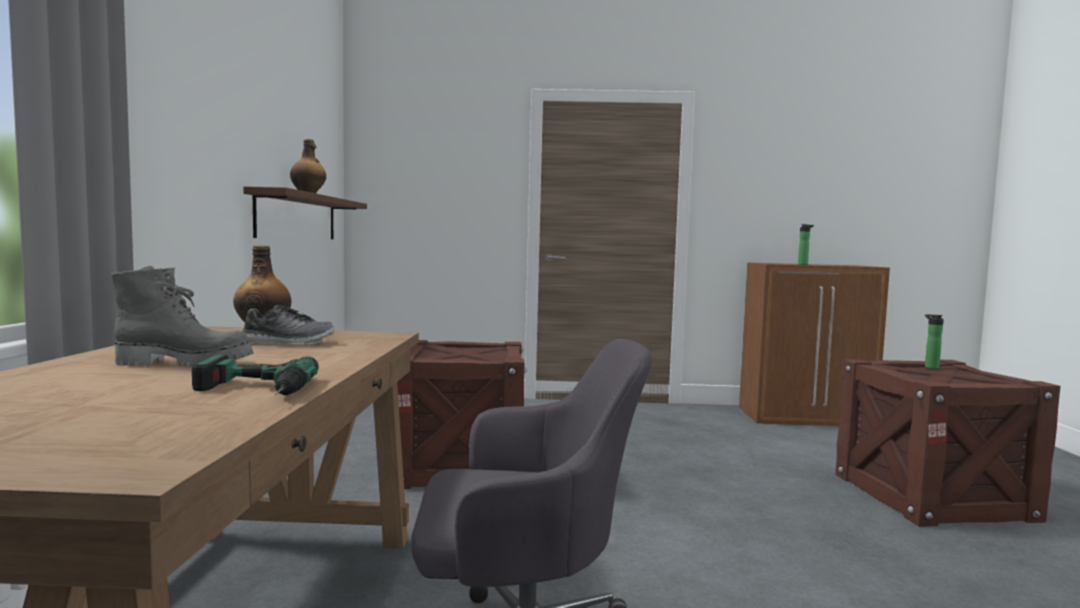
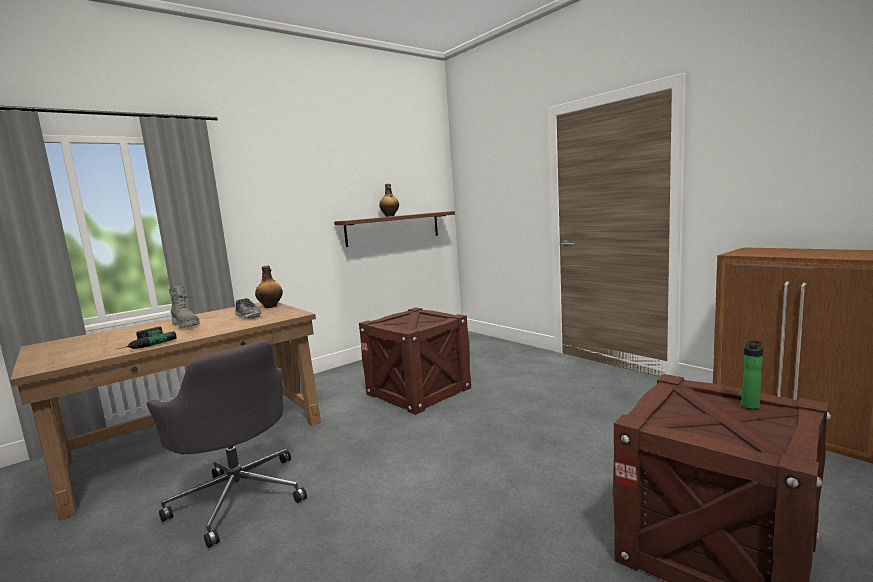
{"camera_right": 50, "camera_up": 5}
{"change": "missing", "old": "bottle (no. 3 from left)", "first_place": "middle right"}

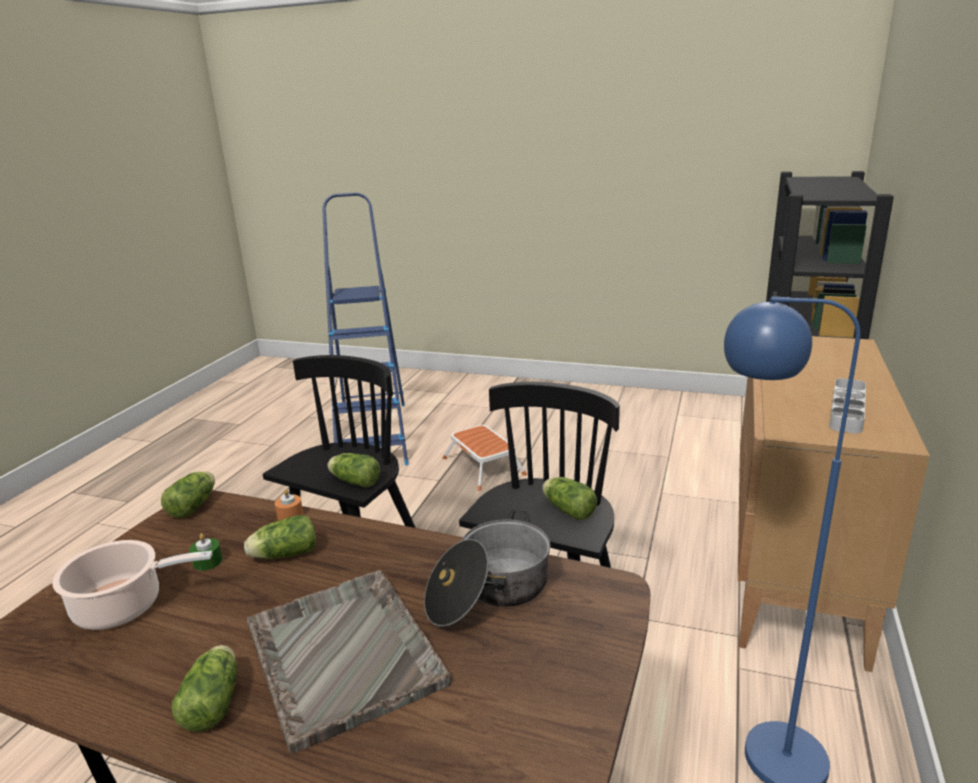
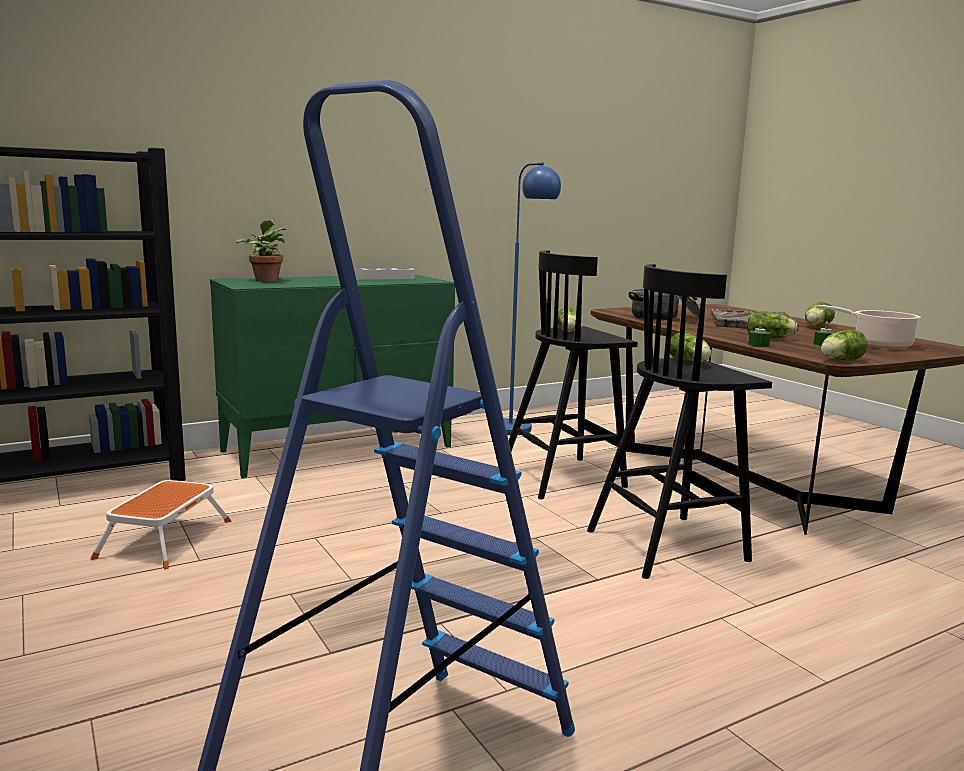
{"camera_right": -140, "camera_up": -10}
{"change": "relocated", "old": "orange step ladder", "first_place": "centre", "second_place": "bottom left"}
{"change": "colour", "old": "brown cabinet", "new": "green cabinet", "first_place": "middle right", "second_place": "centre"}
{"change": "appeared", "new": "potted plant", "second_place": "top left"}
{"change": "colour", "old": "orange candle", "new": "green candle (no. 1 from left)", "first_place": "middle left", "second_place": "middle right"}

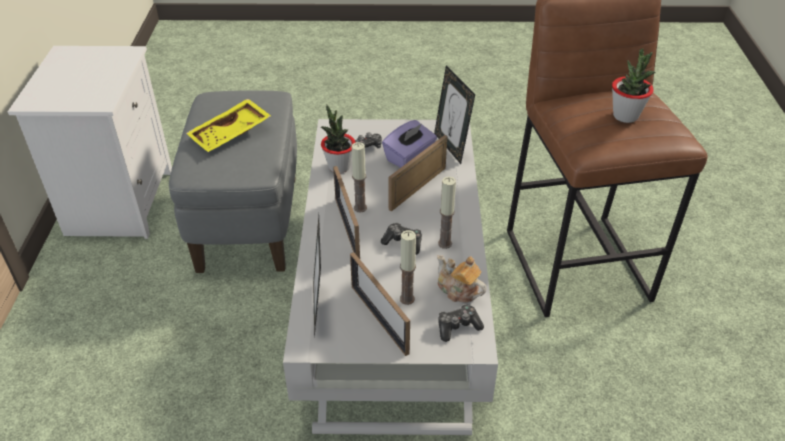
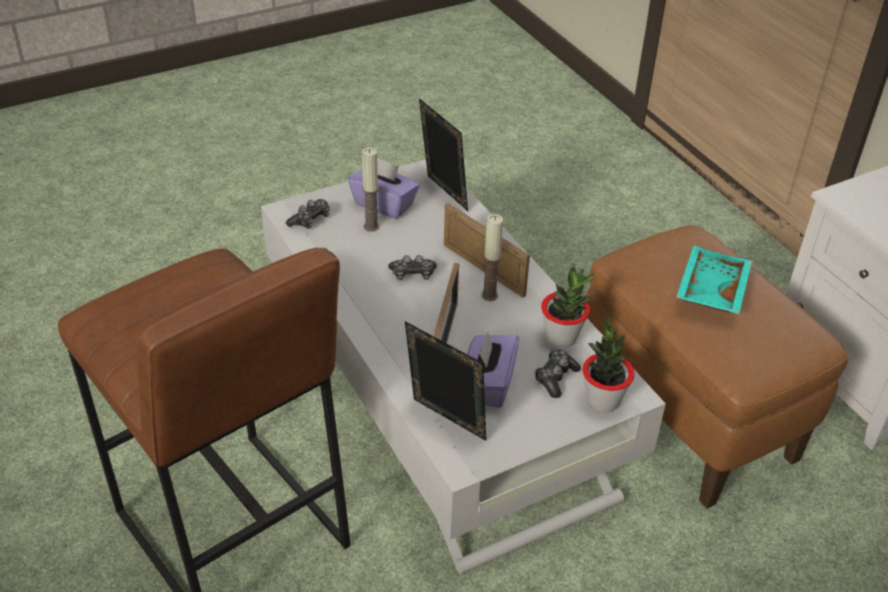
{"camera_right": 150, "camera_up": 0}
{"change": "exchanged", "old": "picture frame (no. 3 from left)", "new": "purple tissue box (no. 1 from left)", "first_place": "bottom centre", "second_place": "top centre"}
{"change": "relocated", "old": "potted plant (no. 2 from left)", "first_place": "top right", "second_place": "middle right"}
{"change": "colour", "old": "grey ottoman", "new": "brown ottoman", "first_place": "middle left", "second_place": "middle right"}
{"change": "colour", "old": "yellow tray", "new": "turquoise tray", "first_place": "top left", "second_place": "middle right"}
{"change": "missing", "old": "teapot", "first_place": "centre"}
{"change": "missing", "old": "candle (no. 3 from left)", "first_place": "centre"}

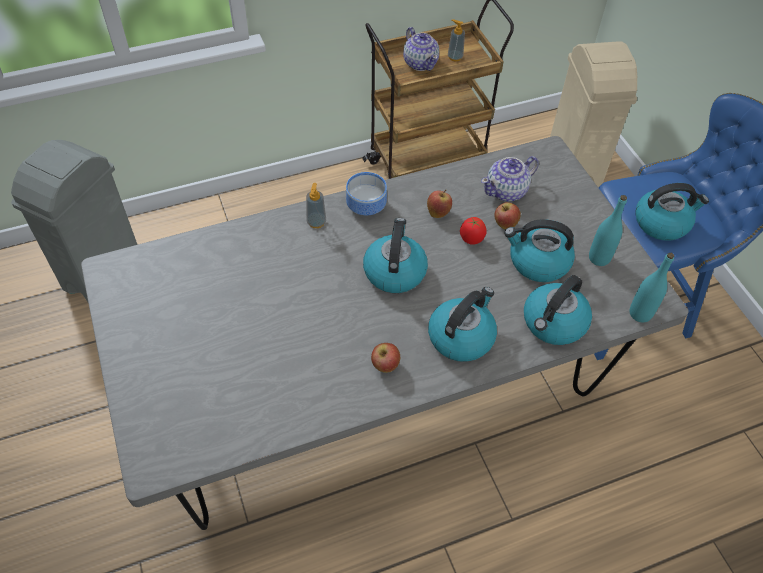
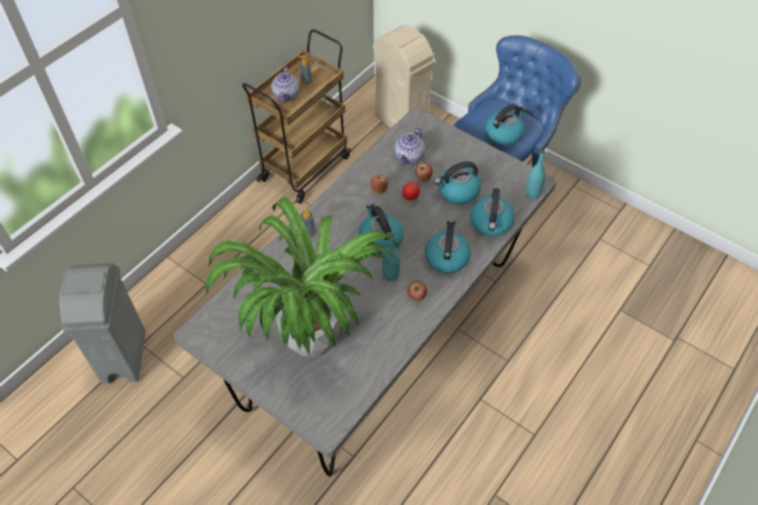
{"camera_right": -30, "camera_up": 0}
{"change": "appeared", "new": "potted plant", "second_place": "centre"}
{"change": "spun", "old": "teapot (no. 1 from left)", "first_place": "top centre", "second_place": "top centre", "degrees": 60}
{"change": "relocated", "old": "turquoise bottle (no. 1 from left)", "first_place": "middle right", "second_place": "centre"}
{"change": "missing", "old": "bowl", "first_place": "centre"}

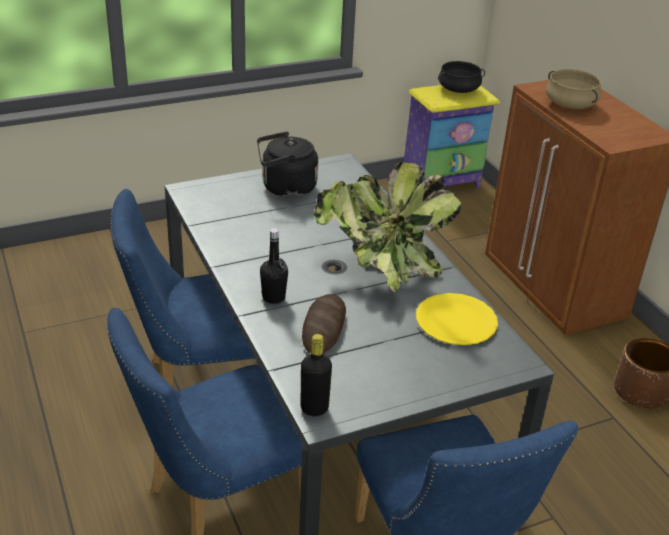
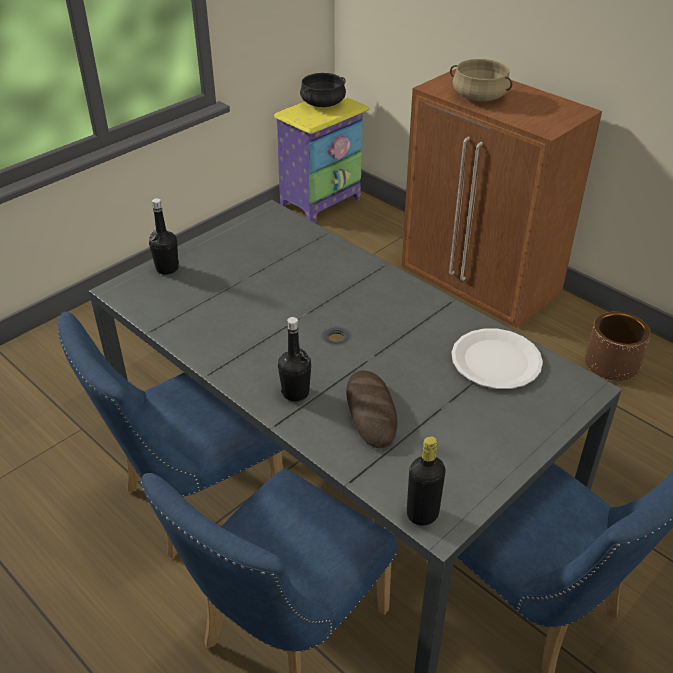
{"camera_right": -20, "camera_up": 5}
{"change": "appeared", "new": "black bottle (no. 1 from left)", "second_place": "middle left"}
{"change": "colour", "old": "yellow plate", "new": "white plate", "first_place": "middle right", "second_place": "middle right"}
{"change": "missing", "old": "black kettle", "first_place": "top centre"}
{"change": "missing", "old": "potted plant", "first_place": "centre"}

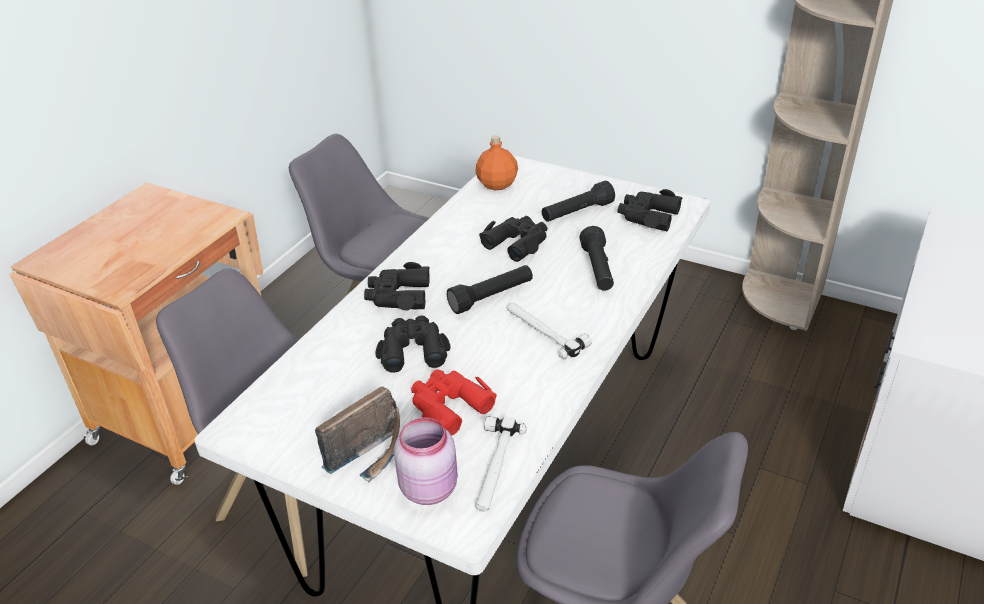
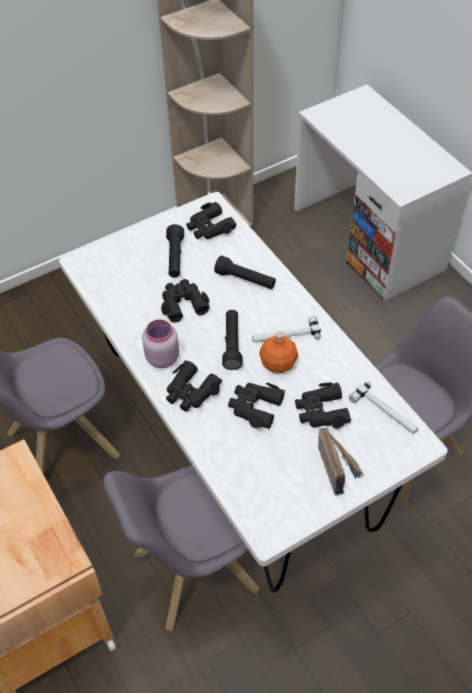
{"camera_right": -60, "camera_up": 15}
{"change": "relocated", "old": "pink jar", "first_place": "bottom centre", "second_place": "centre"}
{"change": "relocated", "old": "orange bottle", "first_place": "top centre", "second_place": "centre"}
{"change": "colour", "old": "red binoculars", "new": "black binoculars (no. 5 from left)", "first_place": "centre", "second_place": "middle right"}

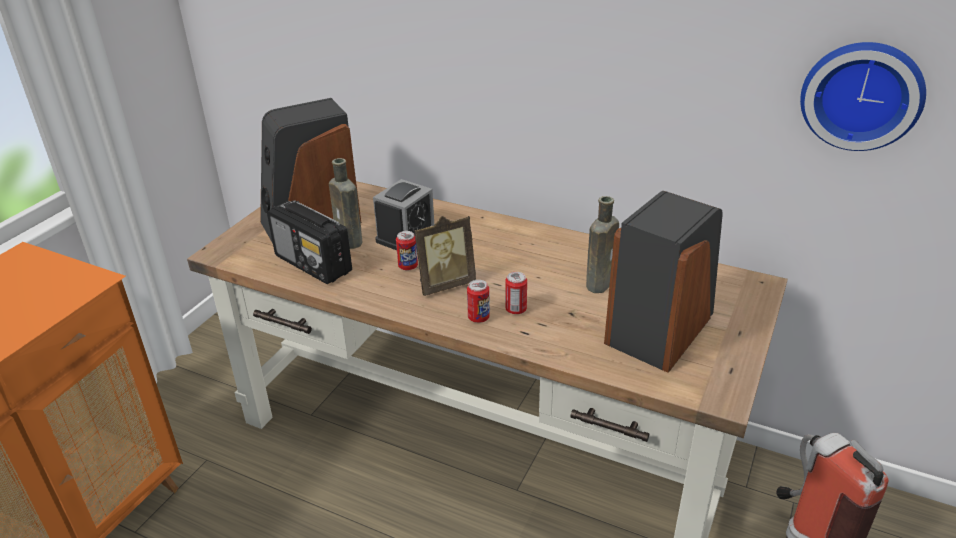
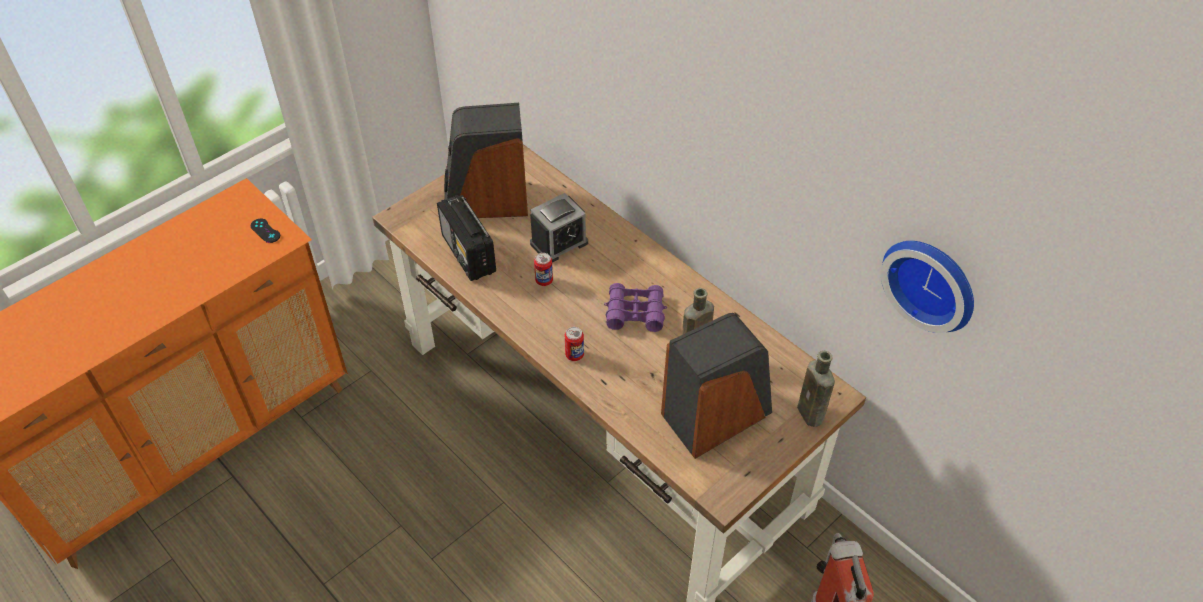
{"camera_right": 20, "camera_up": 15}
{"change": "appeared", "new": "black game controller", "second_place": "middle left"}
{"change": "appeared", "new": "purple binoculars", "second_place": "centre"}
{"change": "relocated", "old": "brown bottle (no. 1 from left in the first image)", "new": "brown bottle (no. 2 from left)", "first_place": "centre", "second_place": "middle right"}
{"change": "missing", "old": "picture frame", "first_place": "centre"}
{"change": "missing", "old": "can (no. 3 from left)", "first_place": "centre"}

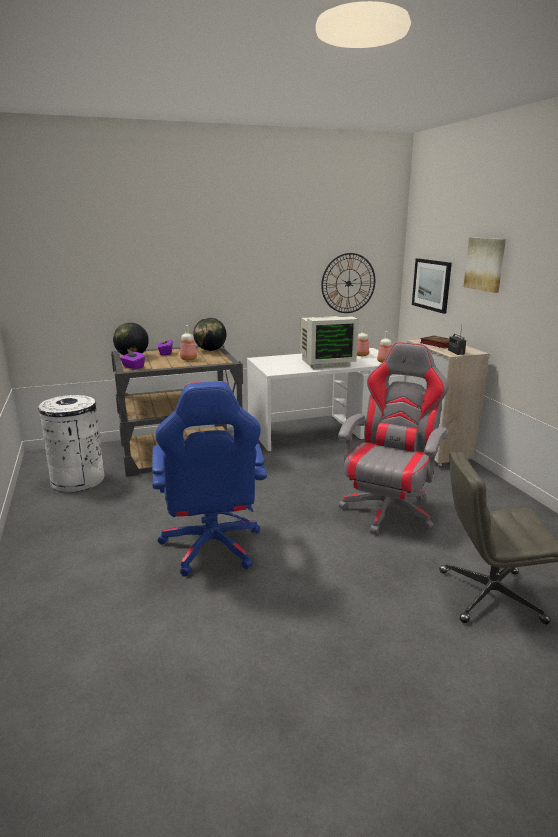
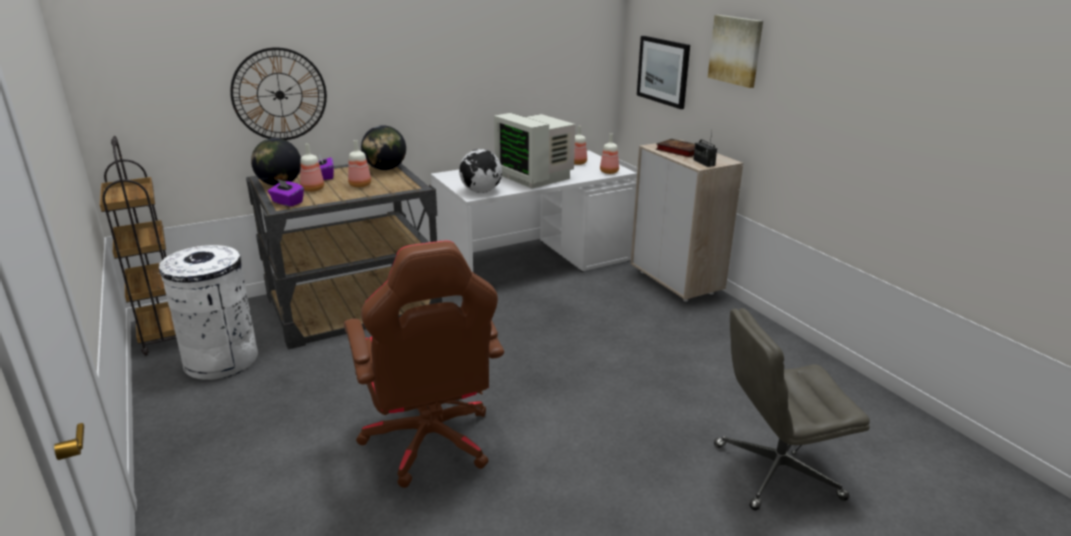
{"camera_right": -10, "camera_up": 5}
{"change": "appeared", "new": "brown cart", "second_place": "middle left"}
{"change": "relocated", "old": "wall clock", "first_place": "centre", "second_place": "top left"}
{"change": "appeared", "new": "bottle (no. 1 from left)", "second_place": "top left"}
{"change": "colour", "old": "blue office chair", "new": "brown office chair", "first_place": "centre", "second_place": "bottom centre"}
{"change": "appeared", "new": "globe (no. 3 from left)", "second_place": "top centre"}
{"change": "spun", "old": "monitor", "first_place": "centre", "second_place": "top centre", "degrees": 75}
{"change": "missing", "old": "grey office chair (no. 1 from left)", "first_place": "middle right"}

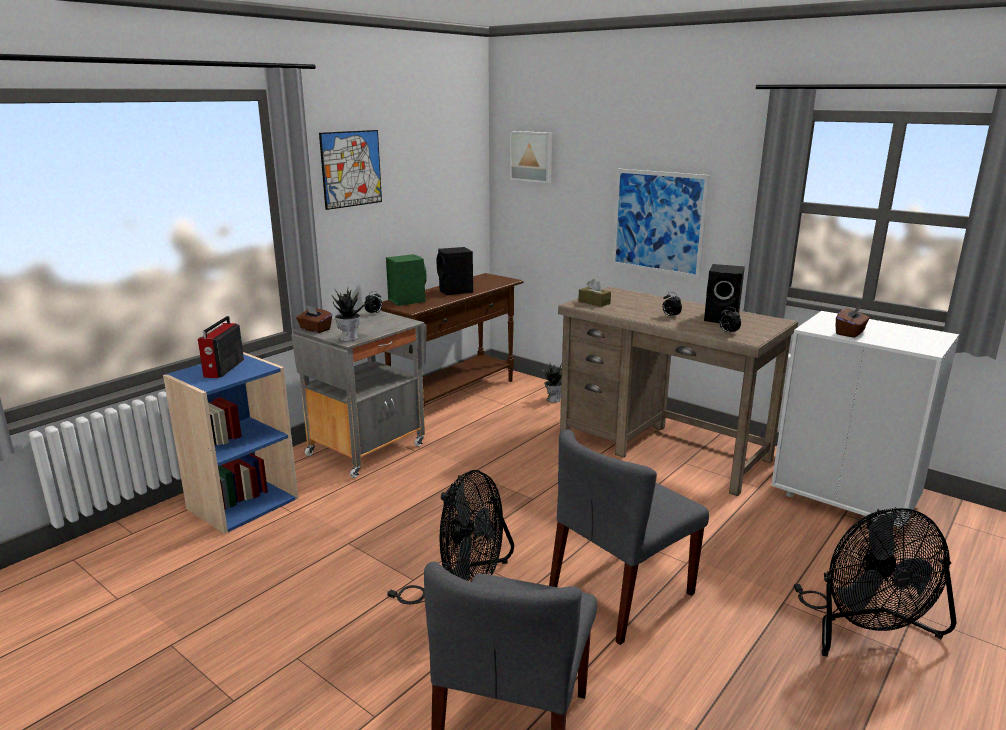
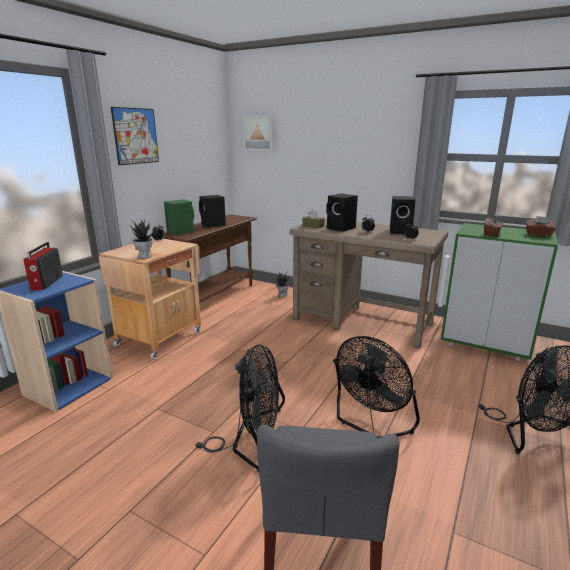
{"camera_right": -10, "camera_up": 0}
{"change": "colour", "old": "grey cart", "new": "brown cart", "first_place": "centre", "second_place": "middle left"}
{"change": "appeared", "new": "black speaker (no. 2 from left)", "second_place": "centre"}
{"change": "exchanged", "old": "grey chair (no. 2 from left)", "new": "black fan (no. 2 from left)", "first_place": "bottom centre", "second_place": "bottom centre"}
{"change": "colour", "old": "white cabinet", "new": "green cabinet", "first_place": "middle right", "second_place": "middle right"}
{"change": "relocated", "old": "brown tissue box (no. 1 from left in the first image)", "new": "brown tissue box (no. 3 from left)", "first_place": "middle left", "second_place": "middle right"}
{"change": "missing", "old": "picture (no. 3 from left)", "first_place": "top centre"}

